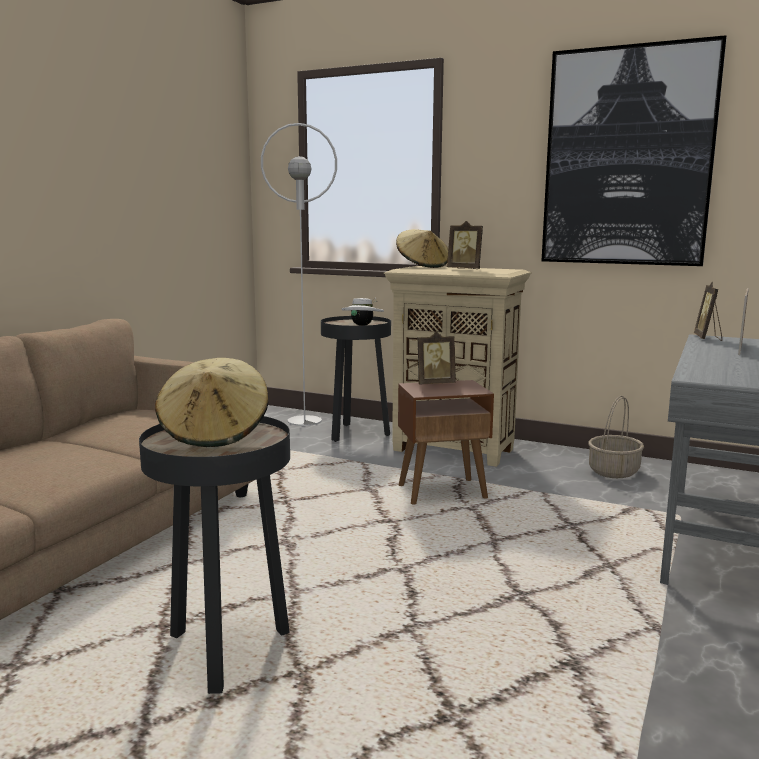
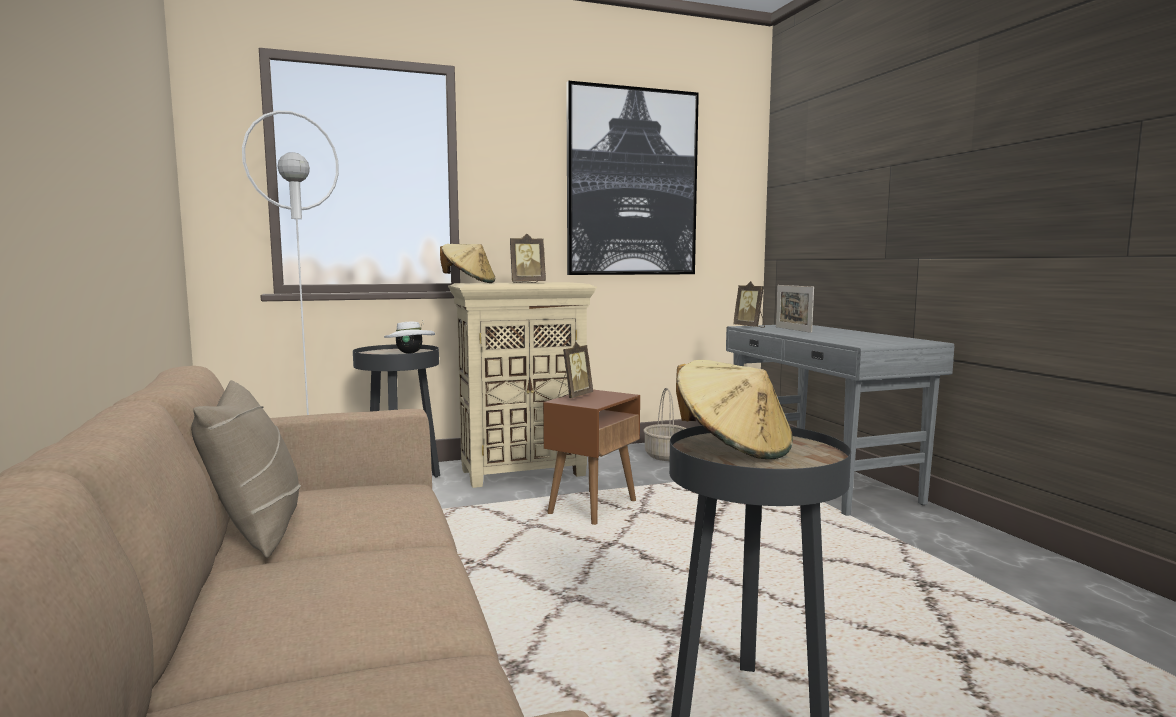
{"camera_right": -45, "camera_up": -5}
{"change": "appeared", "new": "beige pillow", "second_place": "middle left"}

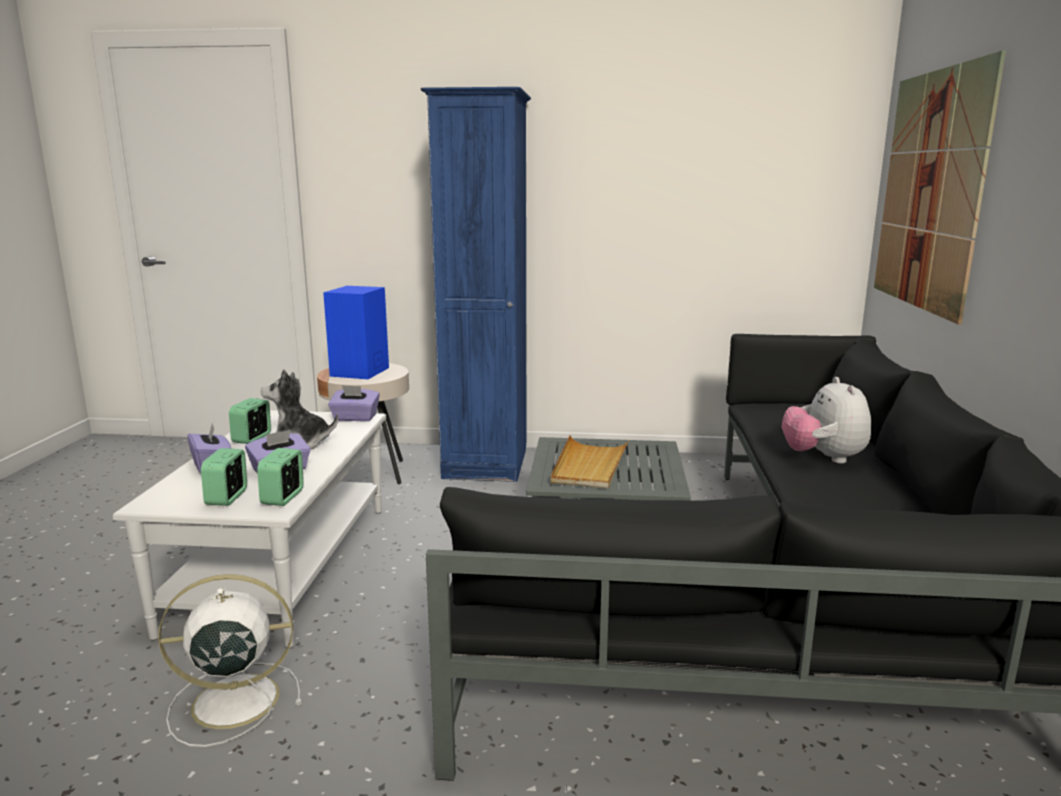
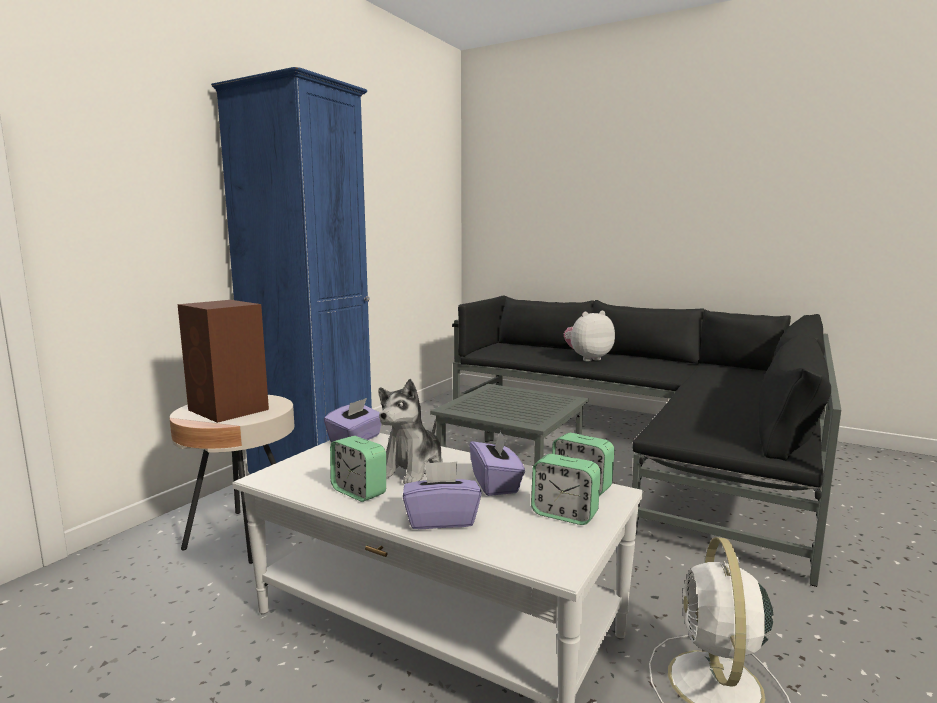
{"camera_right": -65, "camera_up": -5}
{"change": "colour", "old": "blue speaker", "new": "brown speaker", "first_place": "centre", "second_place": "middle left"}
{"change": "spun", "old": "plush toy (no. 2 from left)", "first_place": "middle right", "second_place": "centre", "degrees": 135}
{"change": "missing", "old": "beige tray", "first_place": "centre"}
{"change": "missing", "old": "picture", "first_place": "top right"}

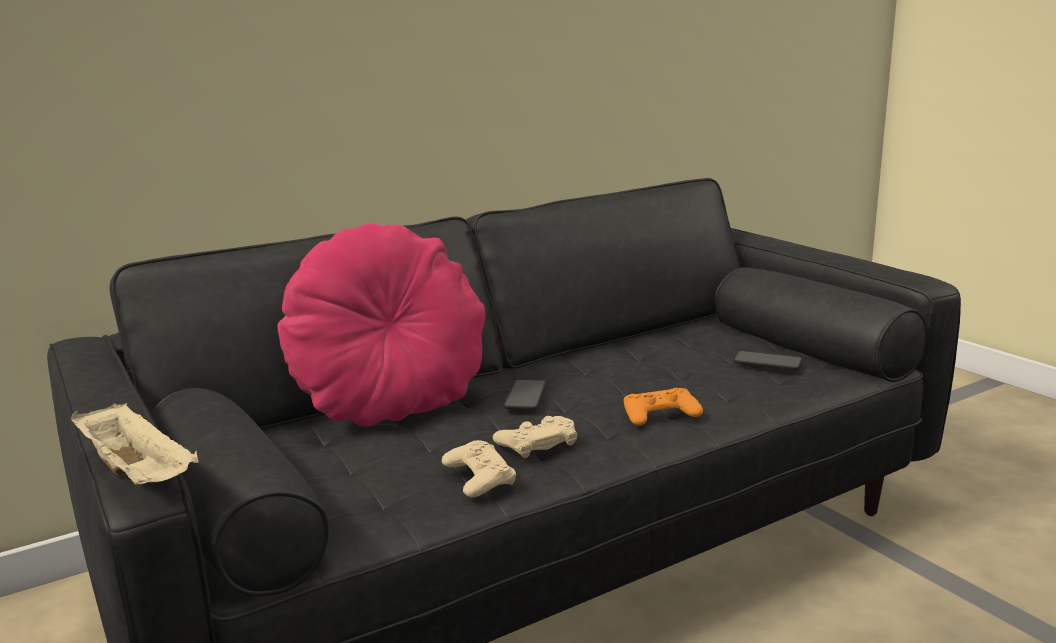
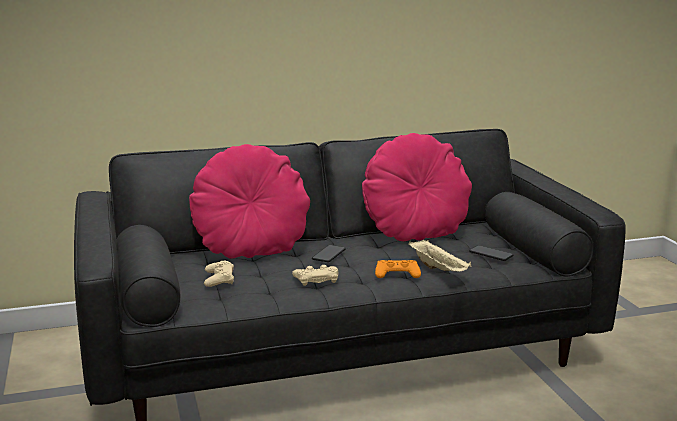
{"camera_right": 15, "camera_up": 0}
{"change": "relocated", "old": "beige game controller (no. 1 from left)", "first_place": "bottom centre", "second_place": "middle left"}
{"change": "appeared", "new": "pink pillow (no. 2 from left)", "second_place": "centre"}
{"change": "relocated", "old": "beige tray", "first_place": "bottom left", "second_place": "centre"}

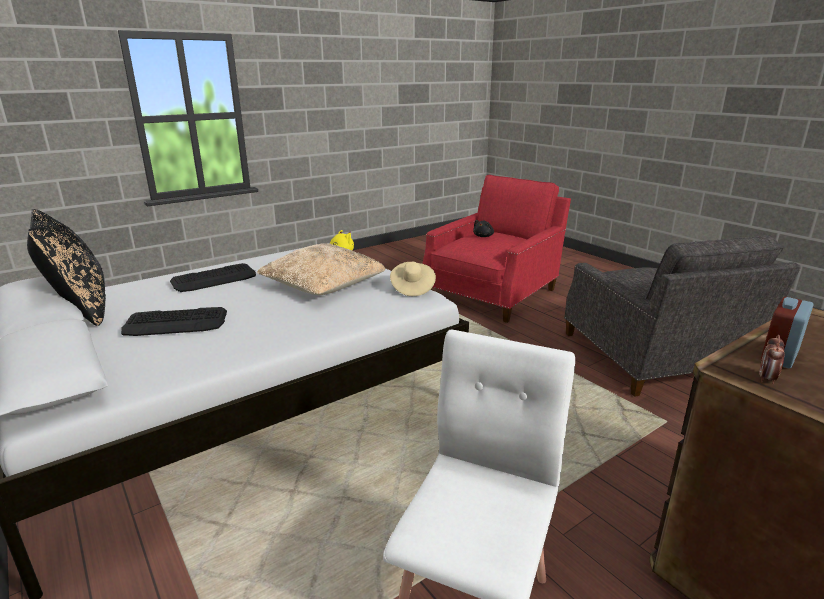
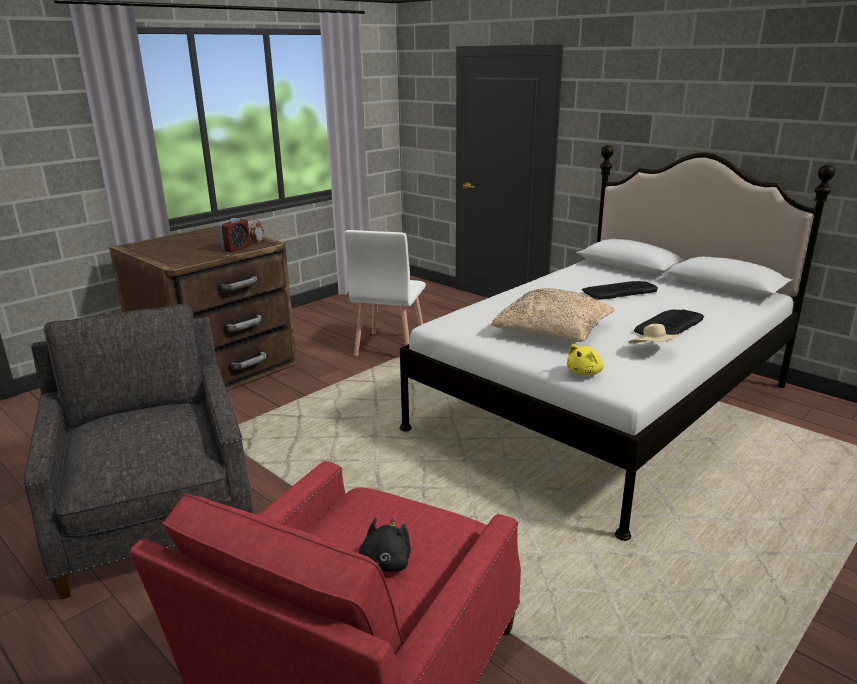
{"camera_right": 170, "camera_up": 0}
{"change": "relocated", "old": "beige hat", "first_place": "centre", "second_place": "middle right"}
{"change": "missing", "old": "black pillow", "first_place": "middle left"}

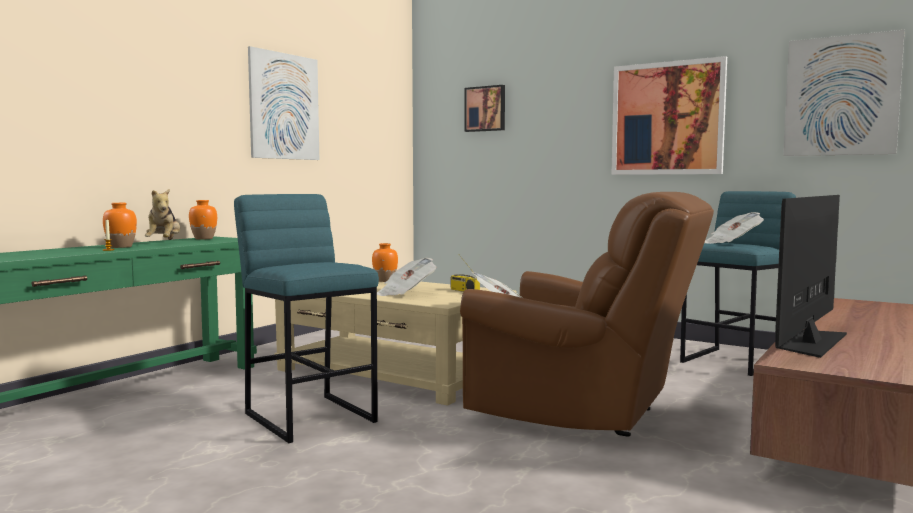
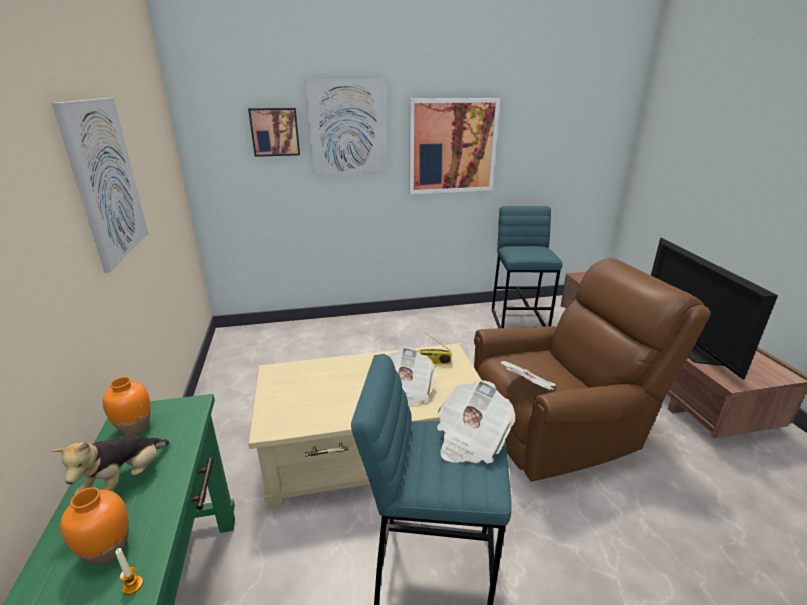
{"camera_right": -45, "camera_up": 20}
{"change": "spun", "old": "plush toy", "first_place": "middle left", "second_place": "bottom left", "degrees": 75}
{"change": "relocated", "old": "picture (no. 4 from left in the first image)", "new": "picture (no. 3 from left)", "first_place": "top right", "second_place": "top centre"}
{"change": "relocated", "old": "newspaper (no. 3 from left in the first image)", "new": "newspaper (no. 2 from left)", "first_place": "middle right", "second_place": "bottom centre"}
{"change": "missing", "old": "orange vase (no. 3 from left)", "first_place": "centre"}

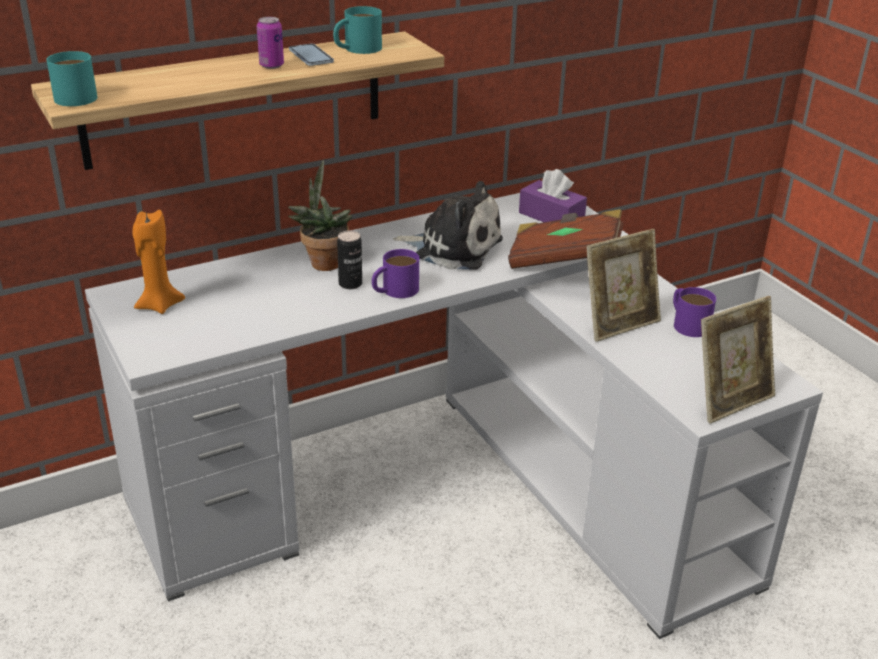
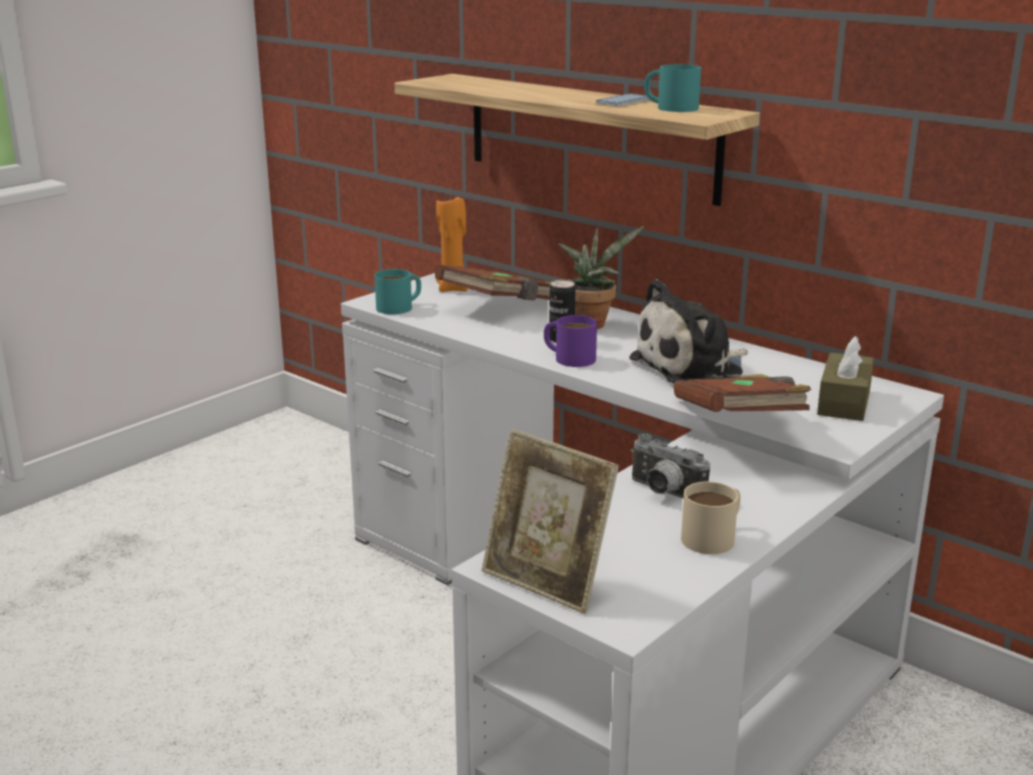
{"camera_right": 70, "camera_up": -10}
{"change": "relocated", "old": "turquoise mug (no. 1 from left)", "first_place": "top left", "second_place": "centre"}
{"change": "appeared", "new": "brown book (no. 1 from left)", "second_place": "centre"}
{"change": "spun", "old": "plush toy", "first_place": "centre", "second_place": "centre", "degrees": 60}
{"change": "exchanged", "old": "picture frame (no. 1 from left)", "new": "photo camera", "first_place": "middle right", "second_place": "centre"}
{"change": "colour", "old": "purple mug (no. 2 from left)", "new": "beige mug", "first_place": "middle right", "second_place": "bottom right"}
{"change": "colour", "old": "purple tissue box", "new": "brown tissue box", "first_place": "top centre", "second_place": "middle right"}
{"change": "missing", "old": "can (no. 1 from left)", "first_place": "top left"}

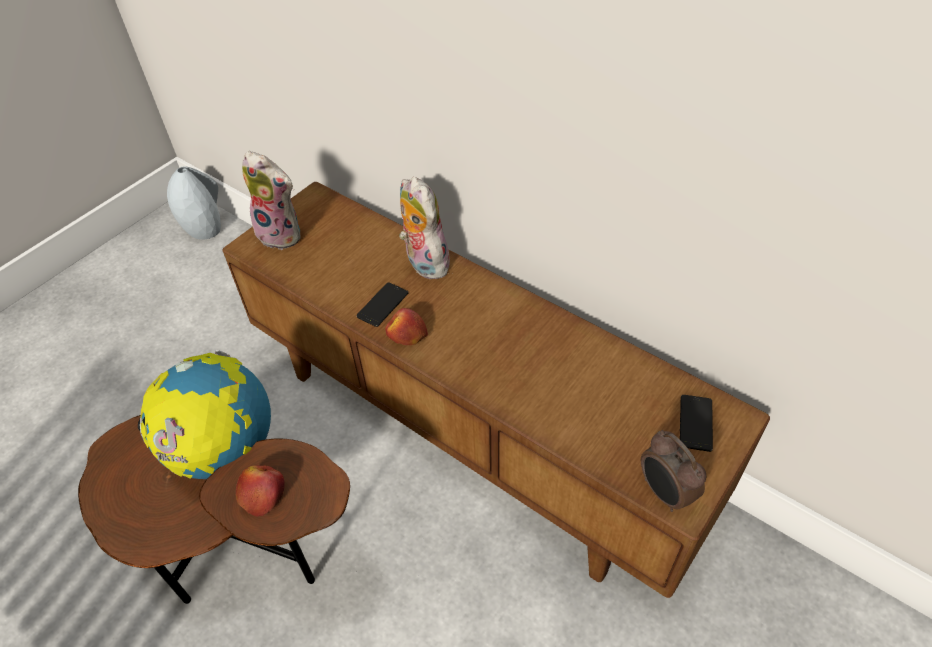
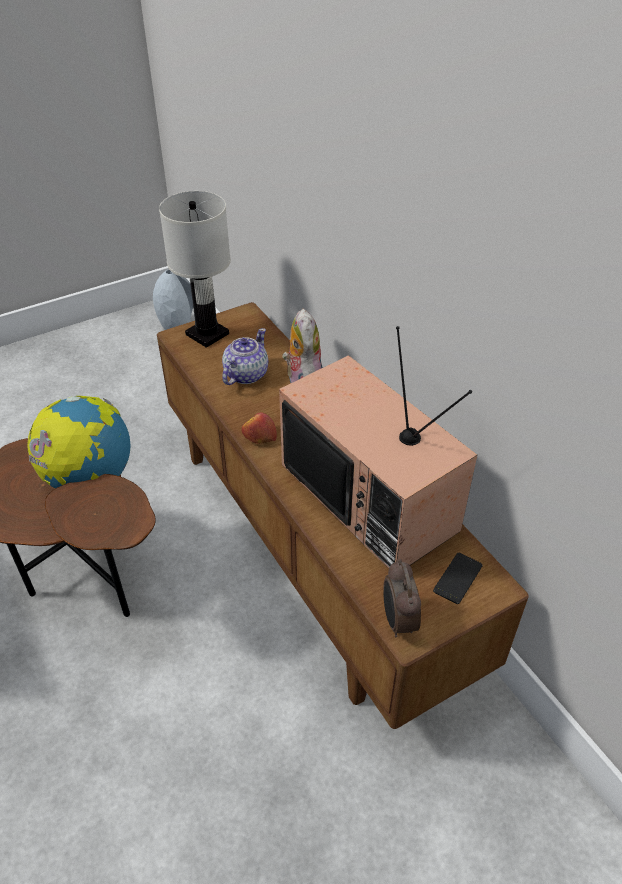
{"camera_right": 20, "camera_up": -5}
{"change": "exchanged", "old": "plush toy (no. 1 from left)", "new": "white table lamp", "first_place": "top left", "second_place": "top left"}
{"change": "appeared", "new": "teapot", "second_place": "centre"}
{"change": "appeared", "new": "television", "second_place": "centre"}
{"change": "missing", "old": "apple (no. 1 from left)", "first_place": "bottom left"}
{"change": "missing", "old": "phone (no. 1 from left)", "first_place": "centre"}

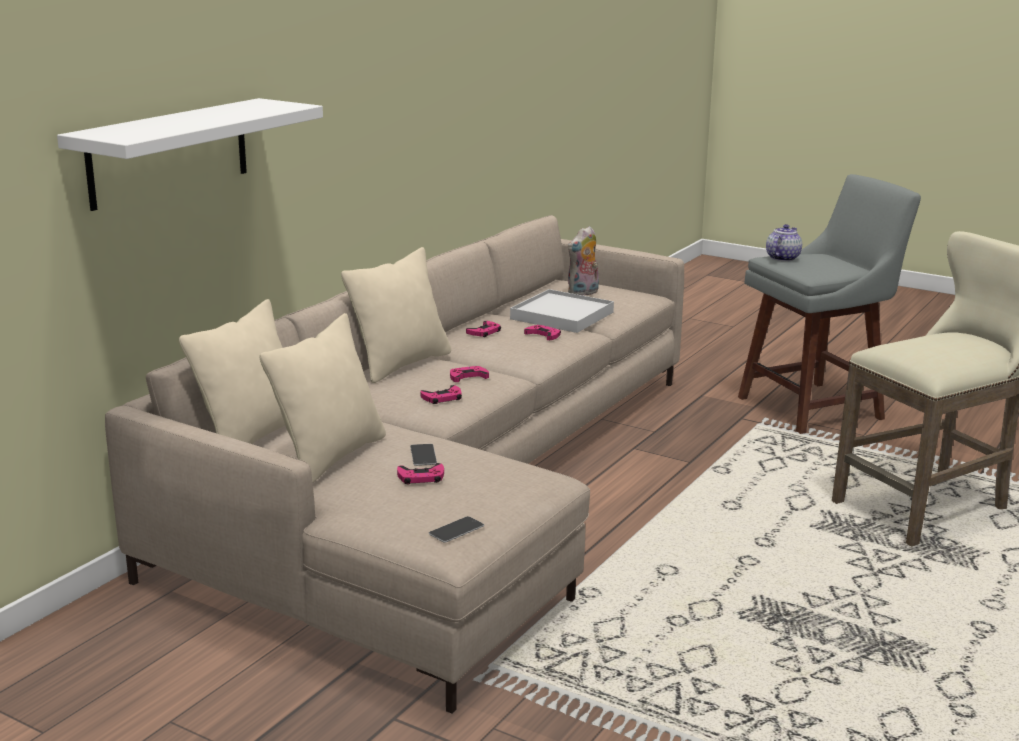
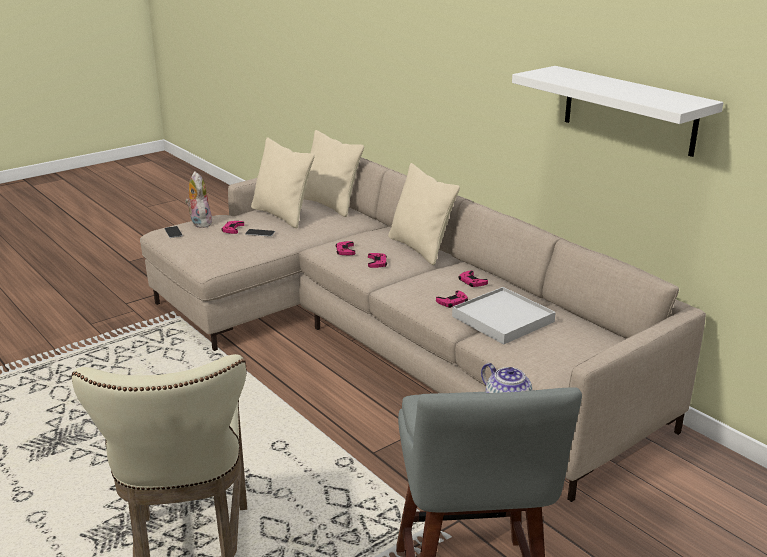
{"camera_right": 110, "camera_up": 5}
{"change": "relocated", "old": "plush toy", "first_place": "centre", "second_place": "middle left"}
{"change": "relocated", "old": "white shelf", "first_place": "top left", "second_place": "top right"}

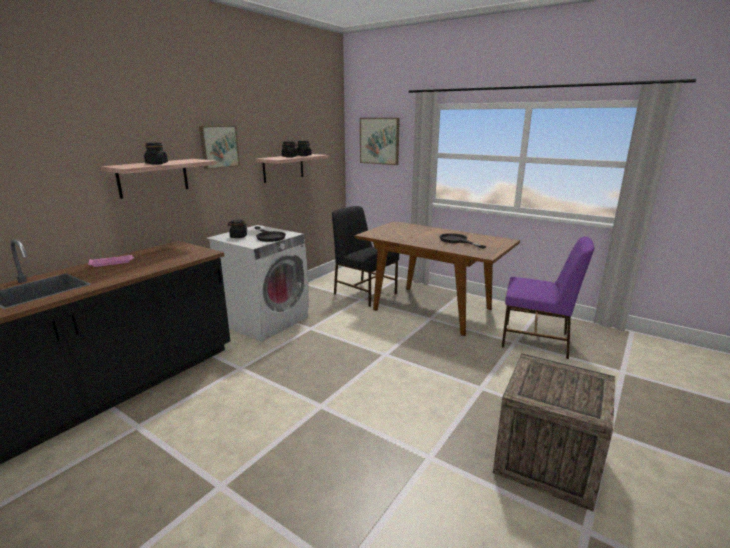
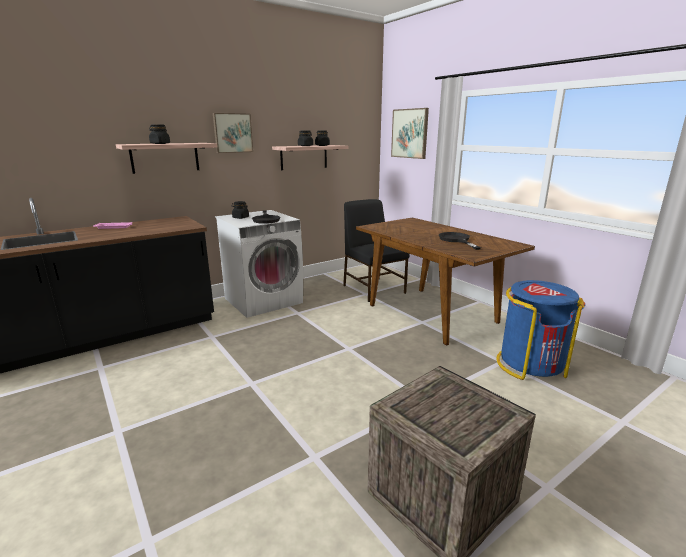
{"camera_right": 20, "camera_up": 0}
{"change": "exchanged", "old": "purple chair", "new": "blue trash can", "first_place": "middle right", "second_place": "middle right"}

